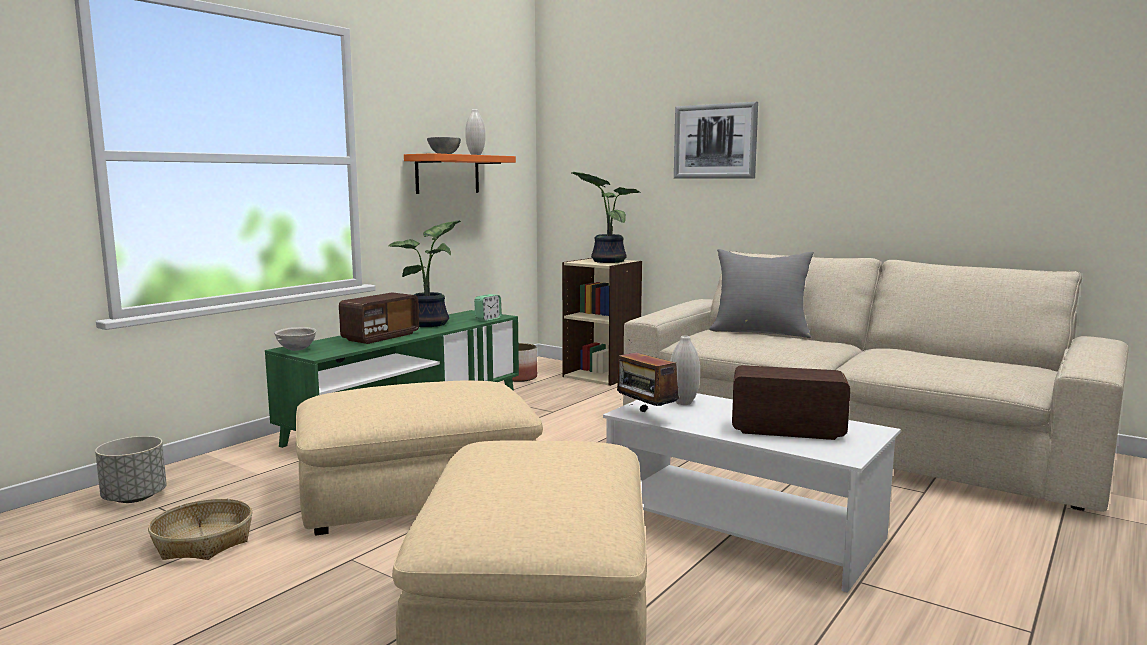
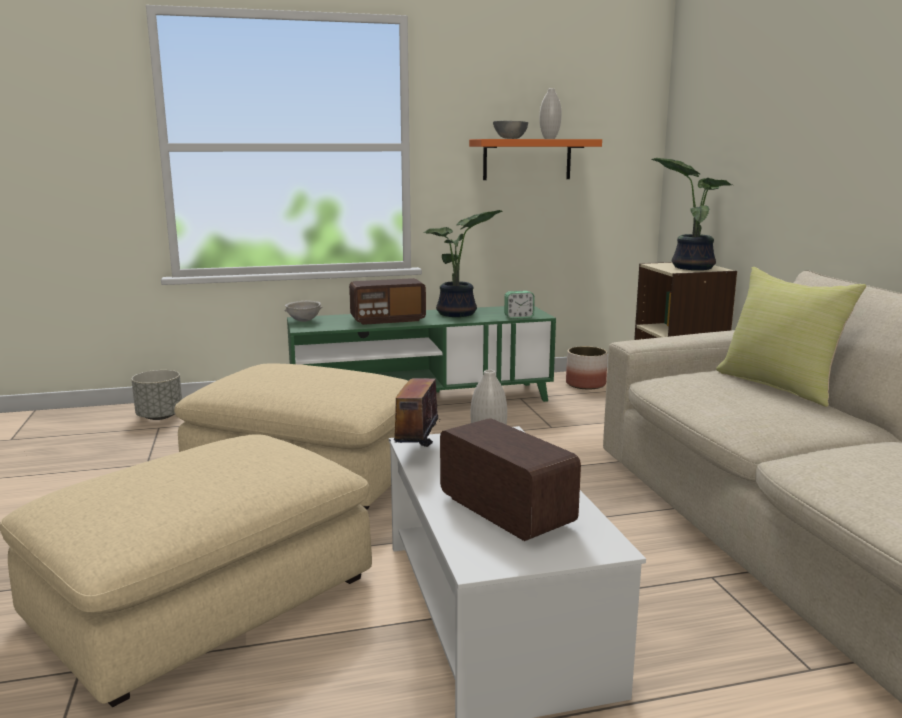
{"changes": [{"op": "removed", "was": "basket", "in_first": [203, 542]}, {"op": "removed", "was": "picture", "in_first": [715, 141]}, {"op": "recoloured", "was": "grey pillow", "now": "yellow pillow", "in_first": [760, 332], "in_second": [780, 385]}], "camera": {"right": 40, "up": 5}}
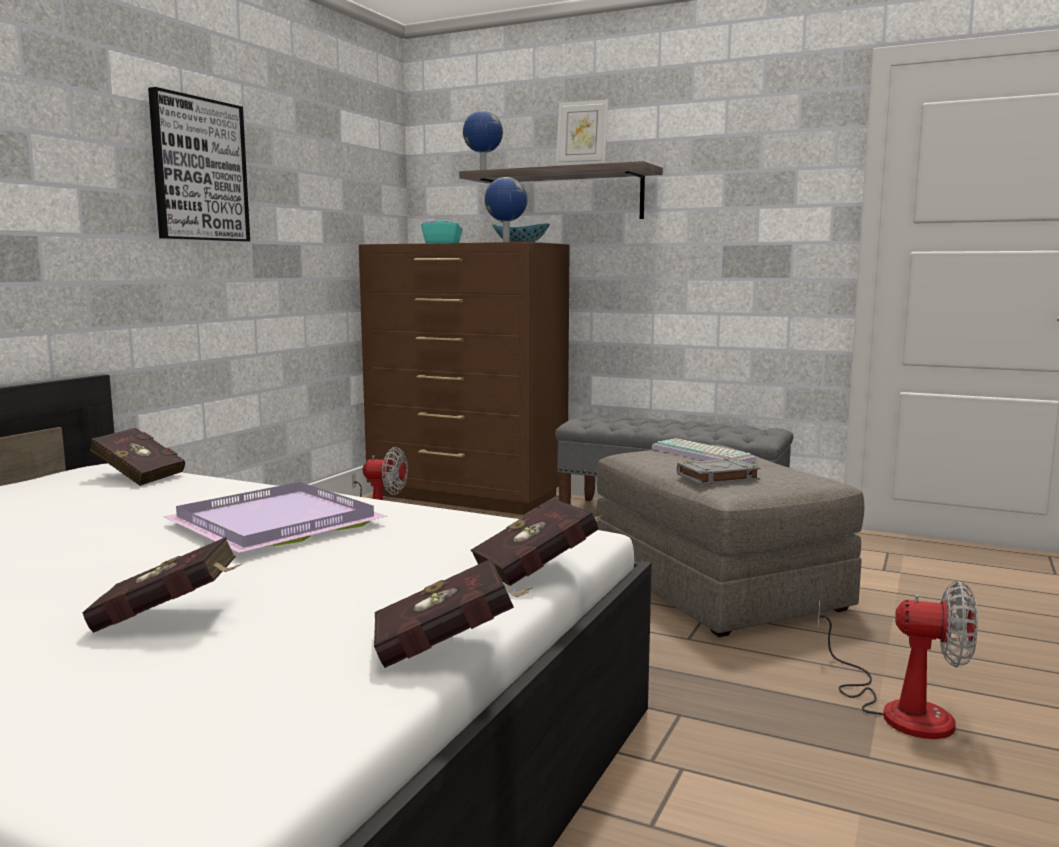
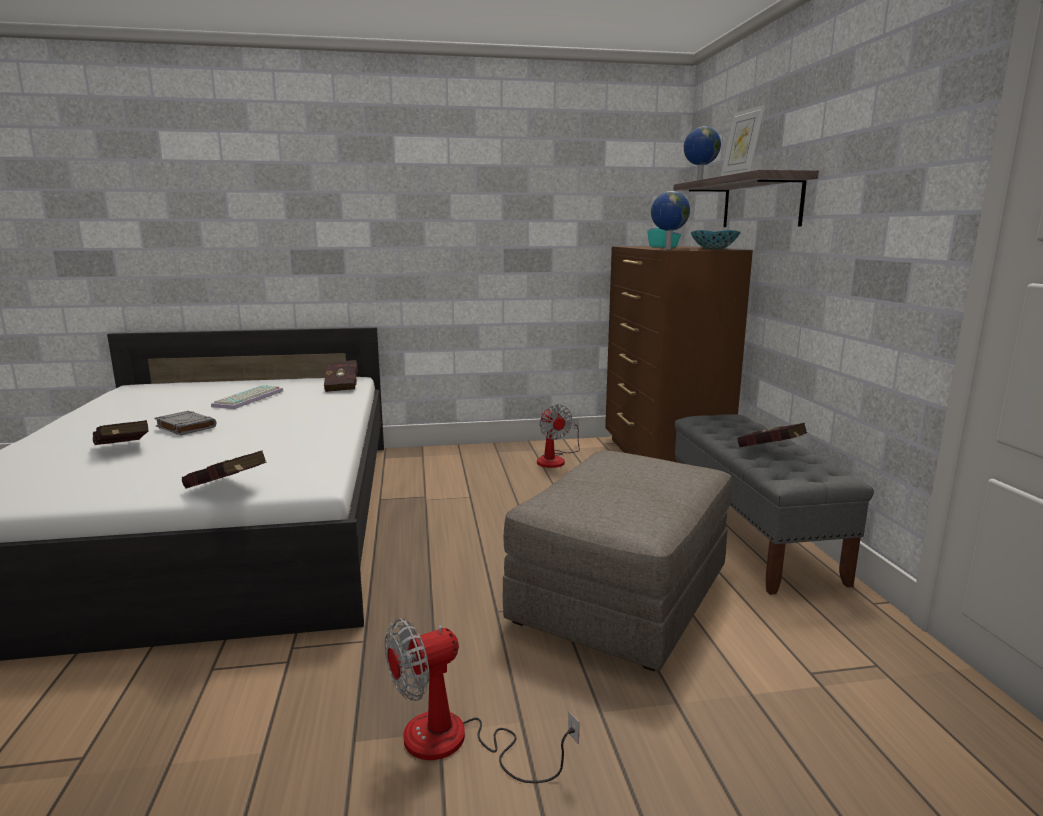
{"changes": [{"op": "removed", "was": "picture", "in_first": [199, 170]}, {"op": "removed", "was": "purple tray", "in_first": [280, 524]}, {"op": "moved", "was": "red book", "in_first": [449, 648], "in_second": [772, 451]}, {"op": "moved", "was": "keyboard", "in_first": [704, 454], "in_second": [249, 399]}, {"op": "moved", "was": "grey book", "in_first": [717, 477], "in_second": [185, 427]}, {"op": "turned", "was": "fan", "in_first": [899, 708], "in_second": [456, 743], "clockwise": 75}], "camera": {"right": 55, "up": 5}}
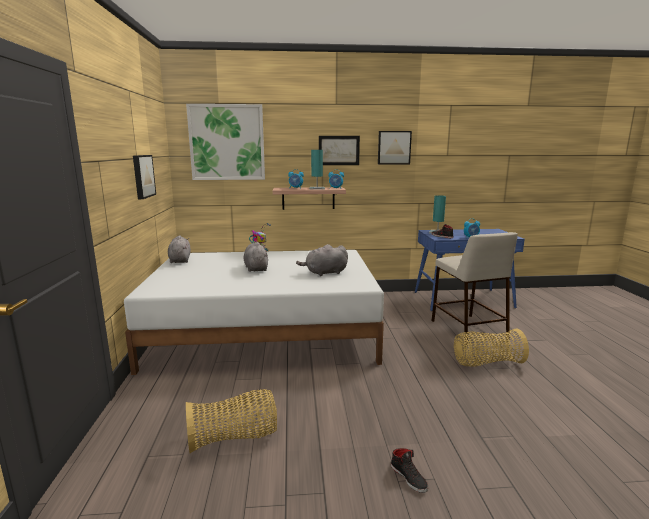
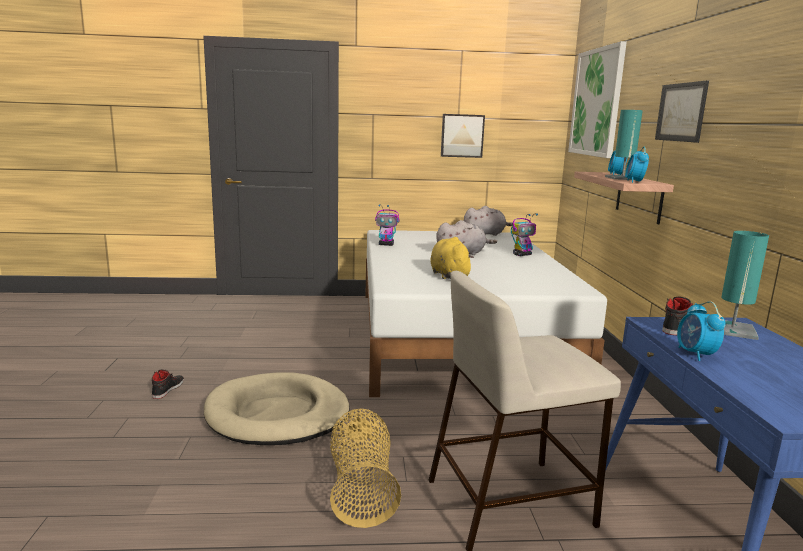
{"changes": [{"op": "removed", "was": "basket", "in_first": [234, 438]}, {"op": "recoloured", "was": "grey plush toy", "now": "yellow plush toy", "in_first": [324, 273], "in_second": [449, 275]}, {"op": "removed", "was": "picture", "in_first": [394, 147]}, {"op": "turned", "was": "black shoe", "in_first": [409, 477], "in_second": [168, 389], "clockwise": 135}, {"op": "added", "now": "beige dog bed", "in_second": [277, 414]}, {"op": "added", "now": "toy robot", "in_second": [386, 244]}], "camera": {"right": 90, "up": 0}}
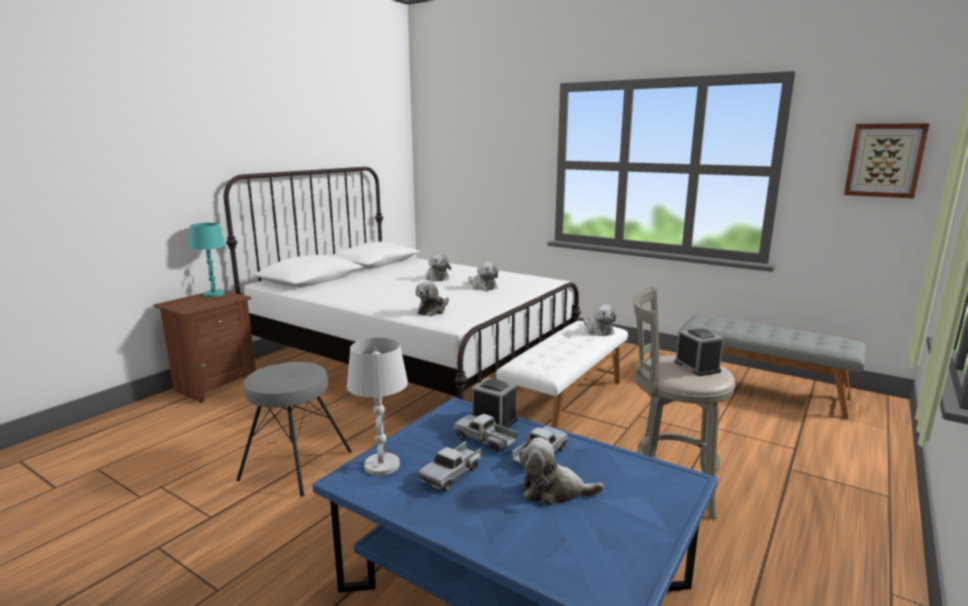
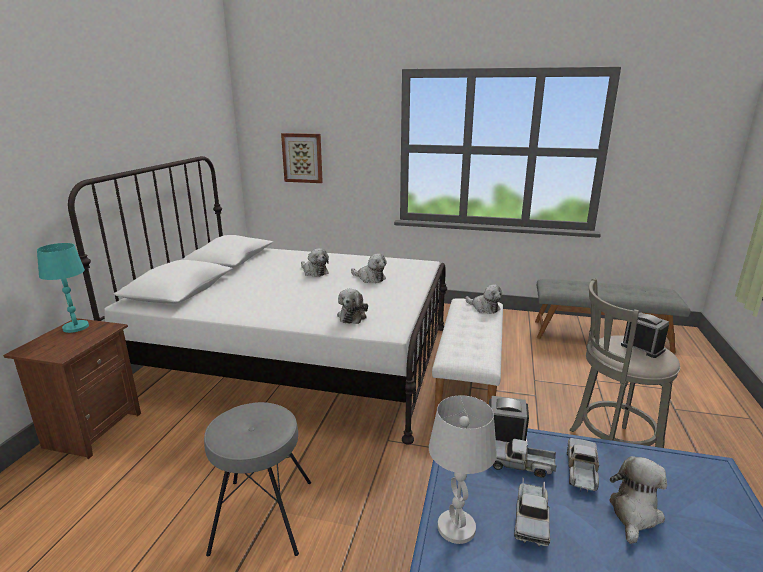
{"changes": [{"op": "turned", "was": "plush toy", "in_first": [554, 491], "in_second": [634, 513], "clockwise": 135}, {"op": "moved", "was": "picture", "in_first": [884, 160], "in_second": [302, 158]}], "camera": {"right": -20, "up": 5}}
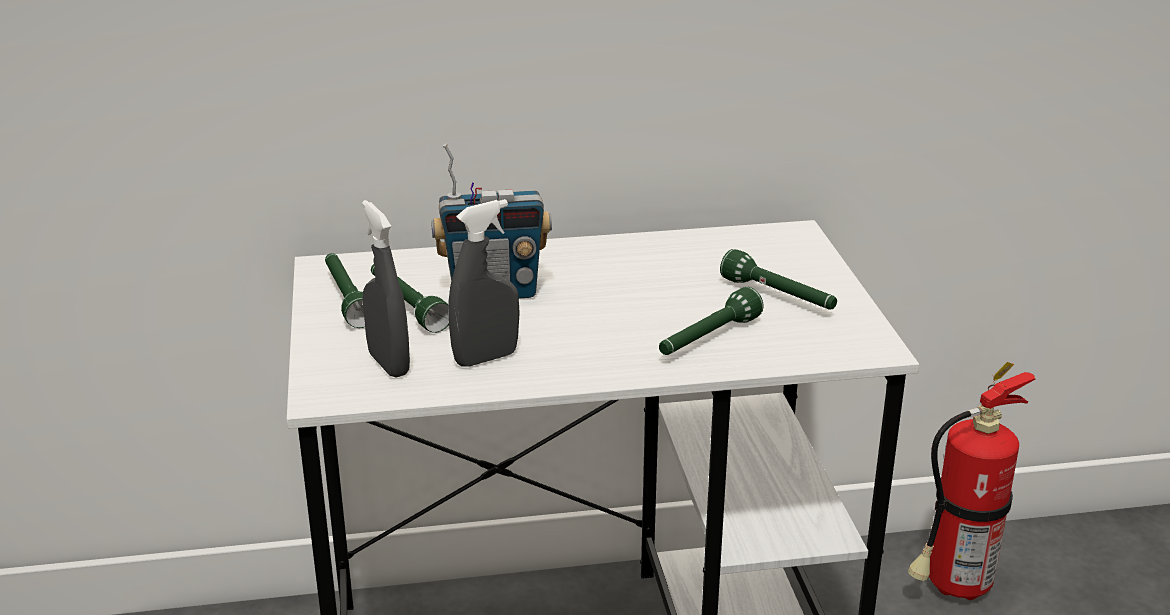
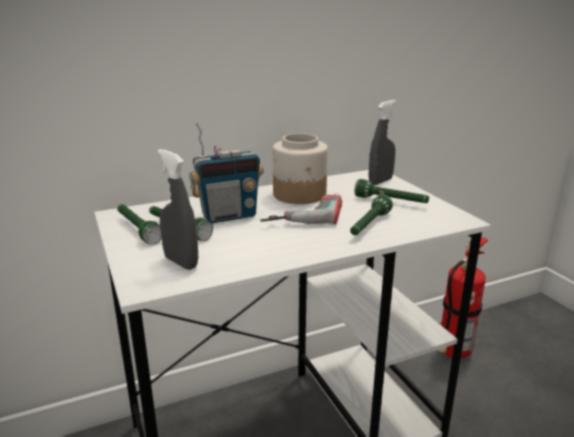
{"changes": [{"op": "moved", "was": "grey spray bottle", "in_first": [486, 358], "in_second": [380, 181]}, {"op": "added", "now": "power drill", "in_second": [304, 214]}, {"op": "added", "now": "jar", "in_second": [300, 194]}], "camera": {"right": -15, "up": -5}}
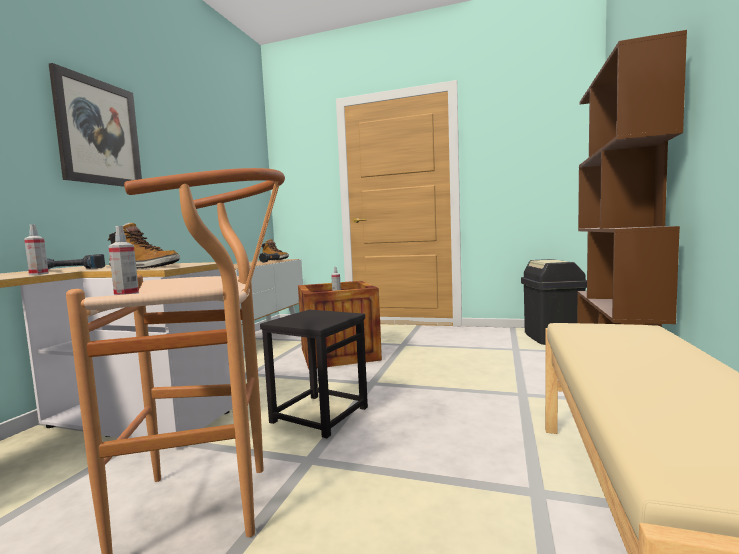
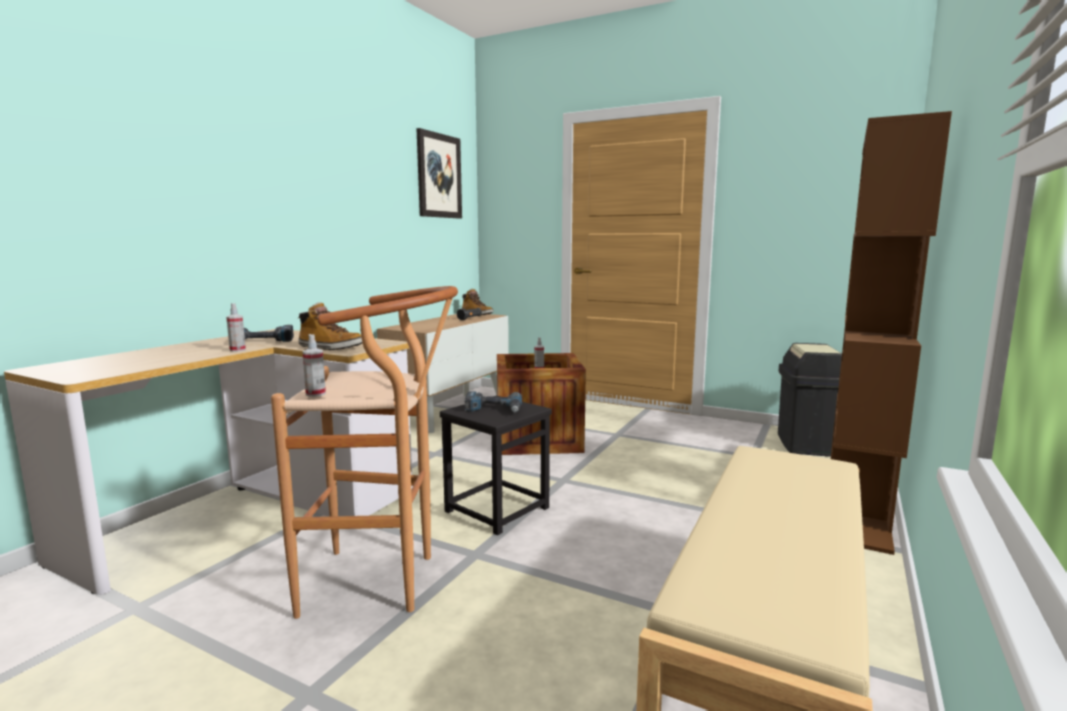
{"changes": [{"op": "moved", "was": "picture", "in_first": [99, 132], "in_second": [439, 176]}, {"op": "added", "now": "power drill", "in_second": [493, 409]}], "camera": {"right": 10, "up": 5}}
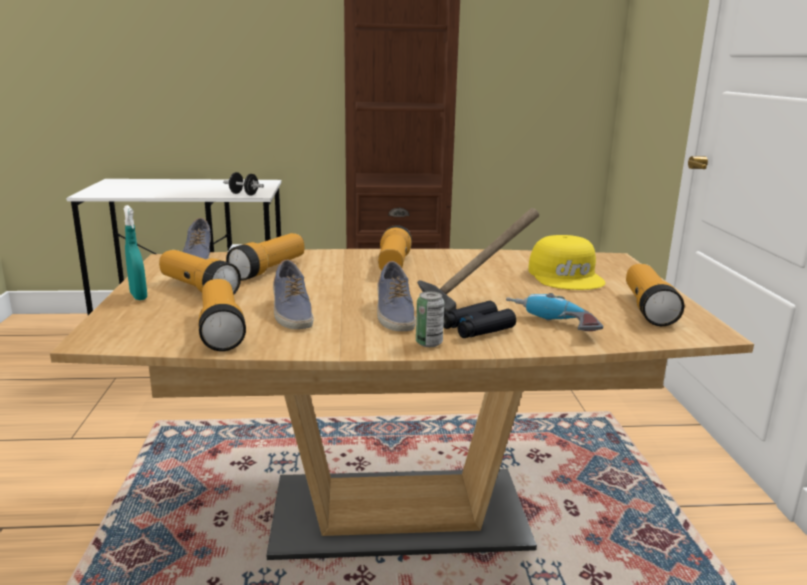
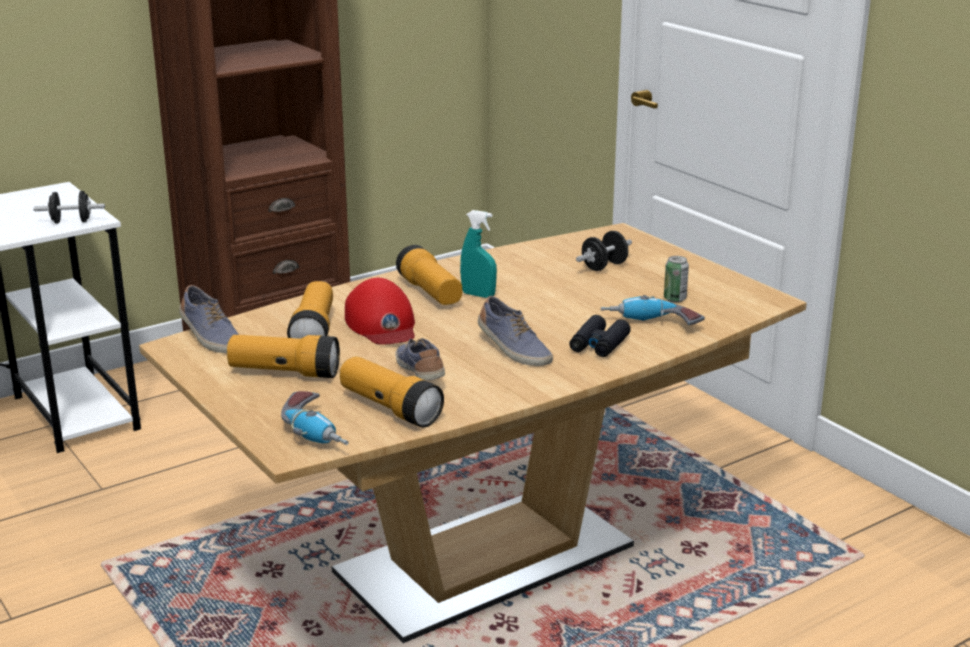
{"changes": [{"op": "moved", "was": "turquoise spray bottle", "in_first": [138, 296], "in_second": [478, 295]}, {"op": "turned", "was": "shoe", "in_first": [291, 312], "in_second": [421, 373], "clockwise": -150}, {"op": "moved", "was": "can", "in_first": [429, 343], "in_second": [674, 299]}, {"op": "removed", "was": "hammer", "in_first": [475, 301]}, {"op": "replaced", "was": "yellow cap", "now": "black dumbbell", "in_first": [566, 276], "in_second": [604, 266]}, {"op": "removed", "was": "flashlight", "in_first": [648, 309]}, {"op": "added", "now": "power drill", "in_second": [318, 432]}, {"op": "added", "now": "red cap", "in_second": [382, 324]}], "camera": {"right": -30, "up": 5}}
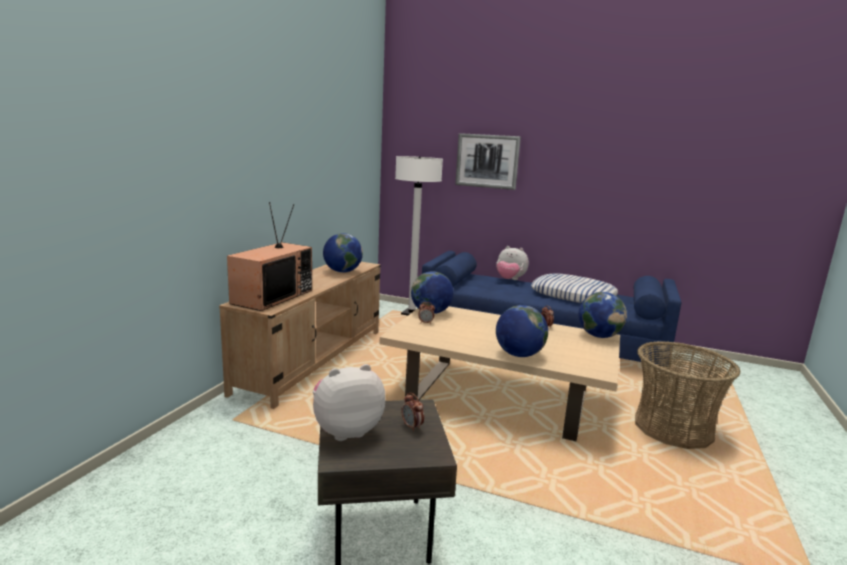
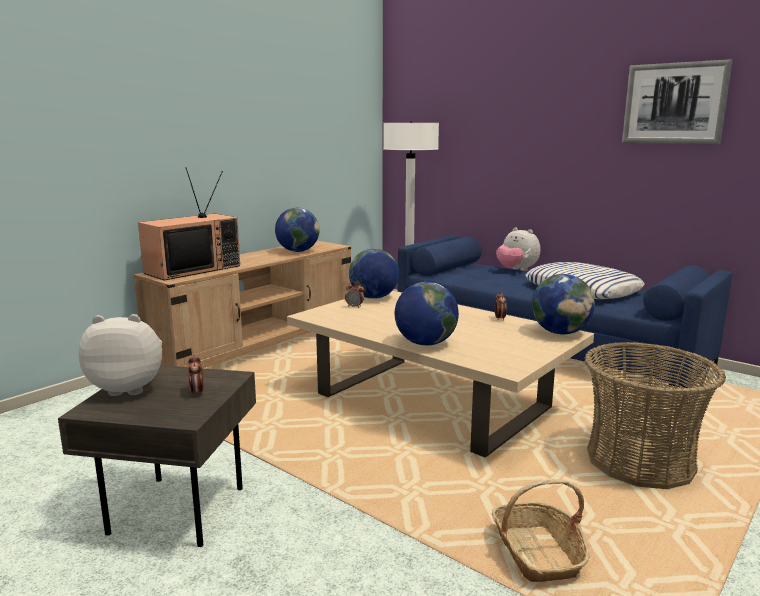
{"changes": [{"op": "moved", "was": "picture", "in_first": [487, 161], "in_second": [674, 103]}, {"op": "added", "now": "basket", "in_second": [537, 554]}], "camera": {"right": 20, "up": 0}}
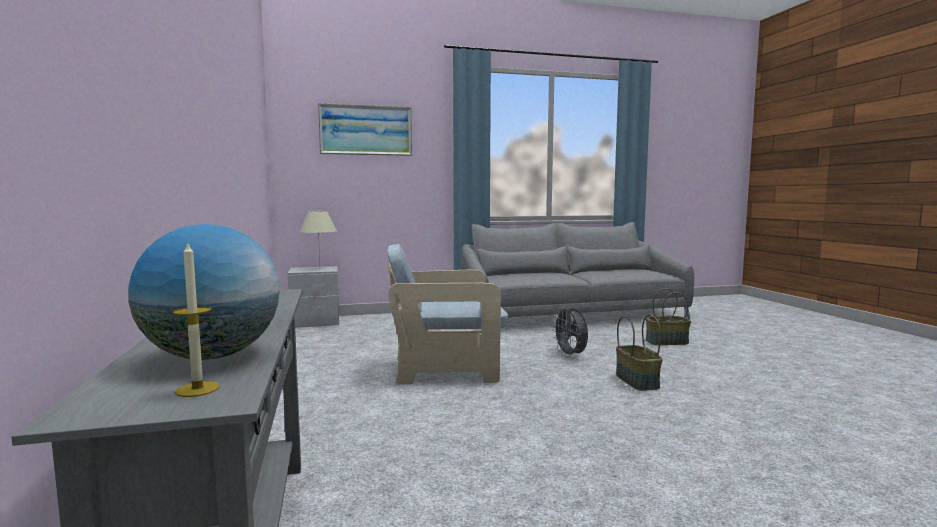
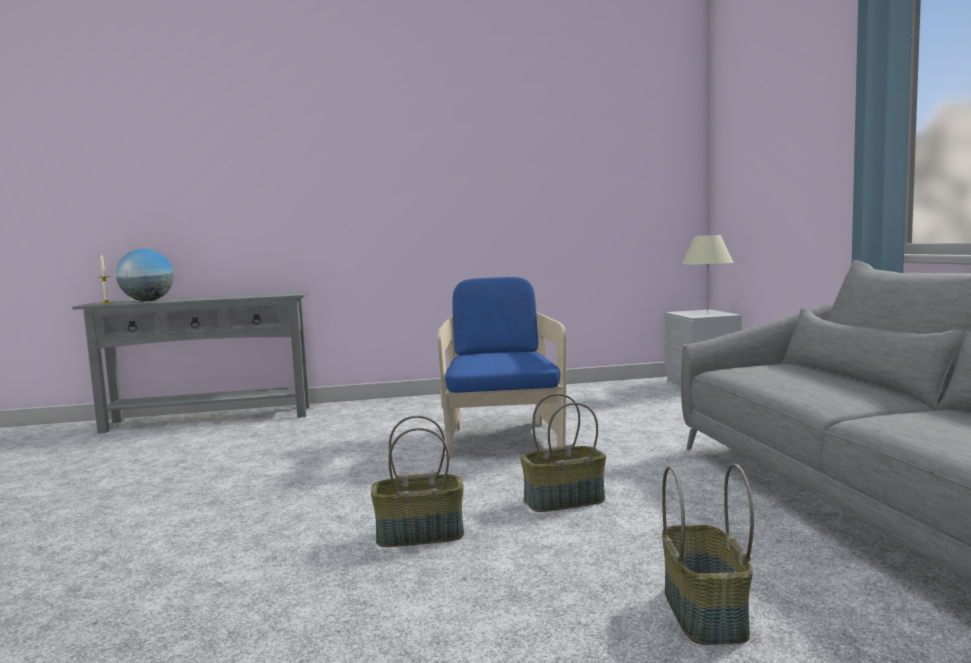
{"changes": [{"op": "removed", "was": "picture", "in_first": [366, 130]}, {"op": "recoloured", "was": "beige armchair", "now": "blue armchair", "in_first": [446, 369], "in_second": [502, 439]}, {"op": "replaced", "was": "grey fan", "now": "basket", "in_first": [570, 356], "in_second": [564, 501]}], "camera": {"right": 95, "up": 0}}
